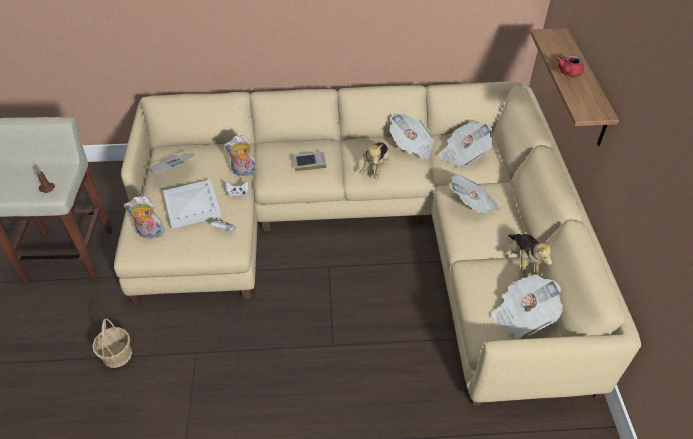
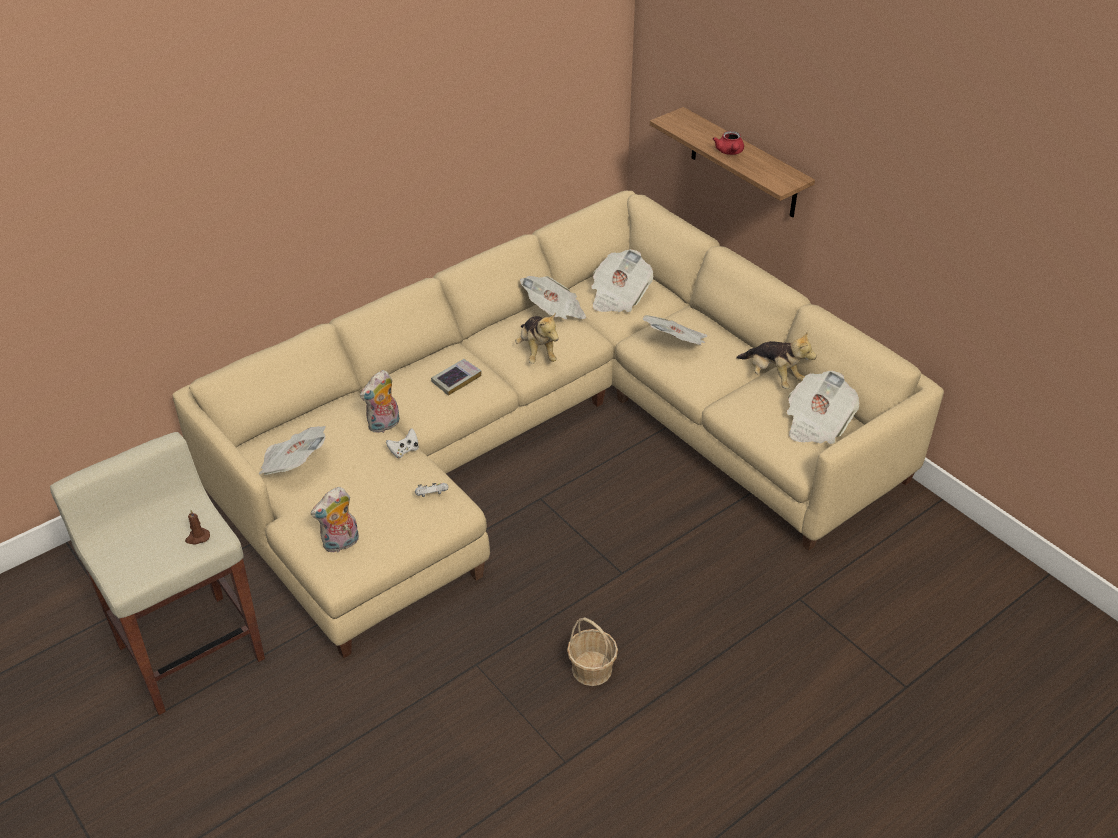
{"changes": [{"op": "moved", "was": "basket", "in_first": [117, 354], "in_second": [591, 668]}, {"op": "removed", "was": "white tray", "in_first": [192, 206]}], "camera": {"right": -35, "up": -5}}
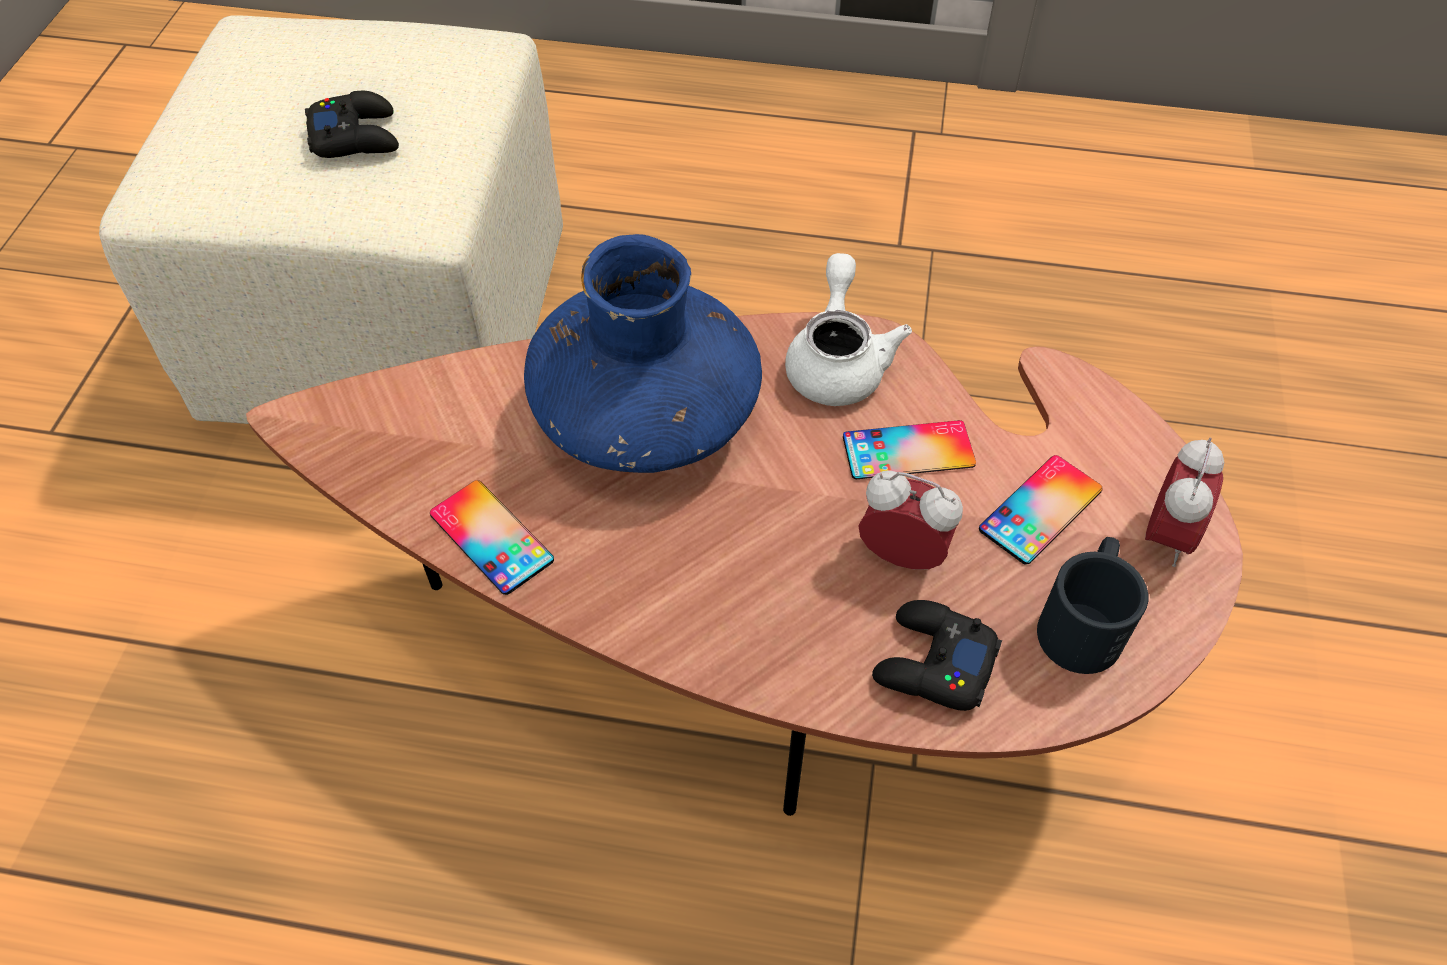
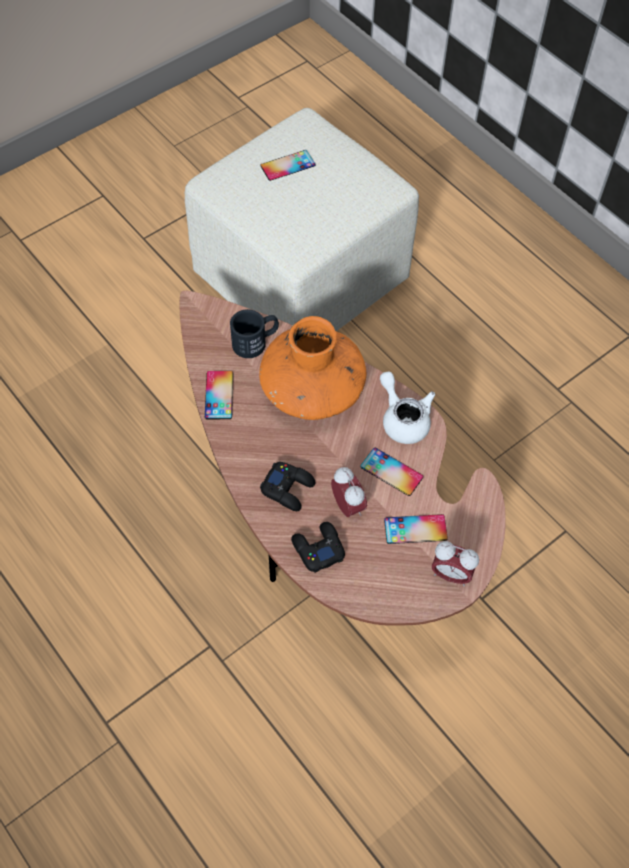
{"changes": [{"op": "moved", "was": "black game controller", "in_first": [356, 136], "in_second": [288, 488]}, {"op": "recoloured", "was": "blue vase", "now": "orange vase", "in_first": [646, 414], "in_second": [312, 388]}, {"op": "turned", "was": "white teapot", "in_first": [837, 361], "in_second": [403, 419], "clockwise": -75}, {"op": "moved", "was": "black mug", "in_first": [1083, 620], "in_second": [256, 342]}, {"op": "turned", "was": "alarm clock", "in_first": [1166, 536], "in_second": [451, 574], "clockwise": 45}, {"op": "added", "now": "phone", "in_second": [287, 165]}], "camera": {"right": 40, "up": 5}}
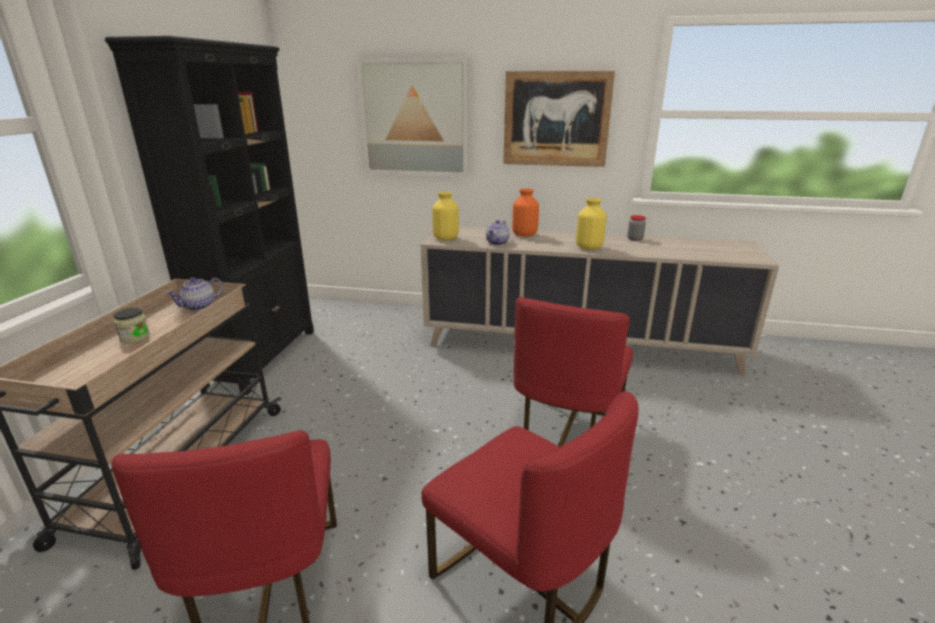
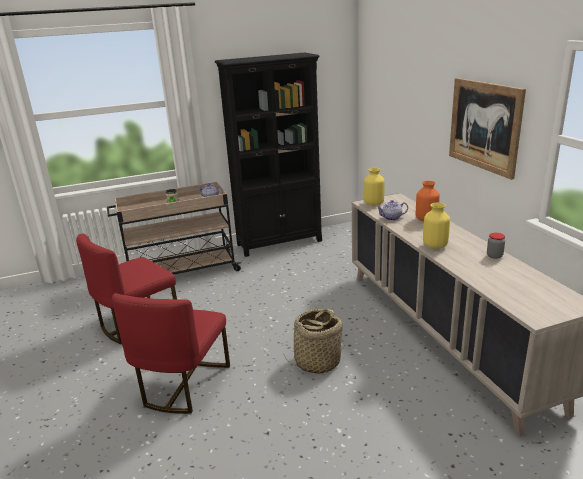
{"changes": [{"op": "removed", "was": "picture", "in_first": [414, 118]}, {"op": "replaced", "was": "red chair", "now": "basket", "in_first": [566, 431], "in_second": [317, 361]}], "camera": {"right": 60, "up": 0}}
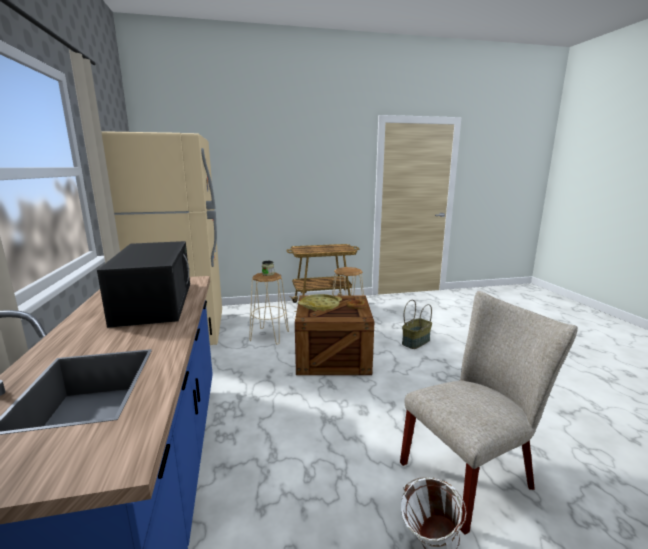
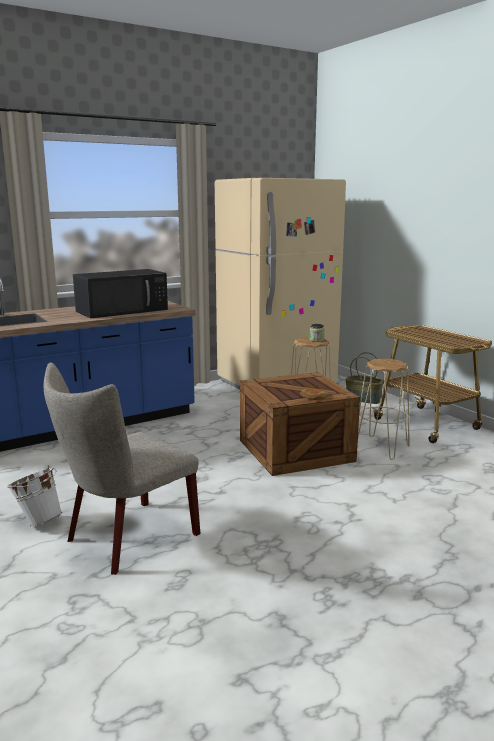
{"changes": [{"op": "removed", "was": "yellow tray", "in_first": [320, 306]}, {"op": "turned", "was": "beige chair", "in_first": [472, 473], "in_second": [125, 539], "clockwise": 90}, {"op": "moved", "was": "basket", "in_first": [415, 342], "in_second": [363, 399]}], "camera": {"right": 70, "up": 0}}
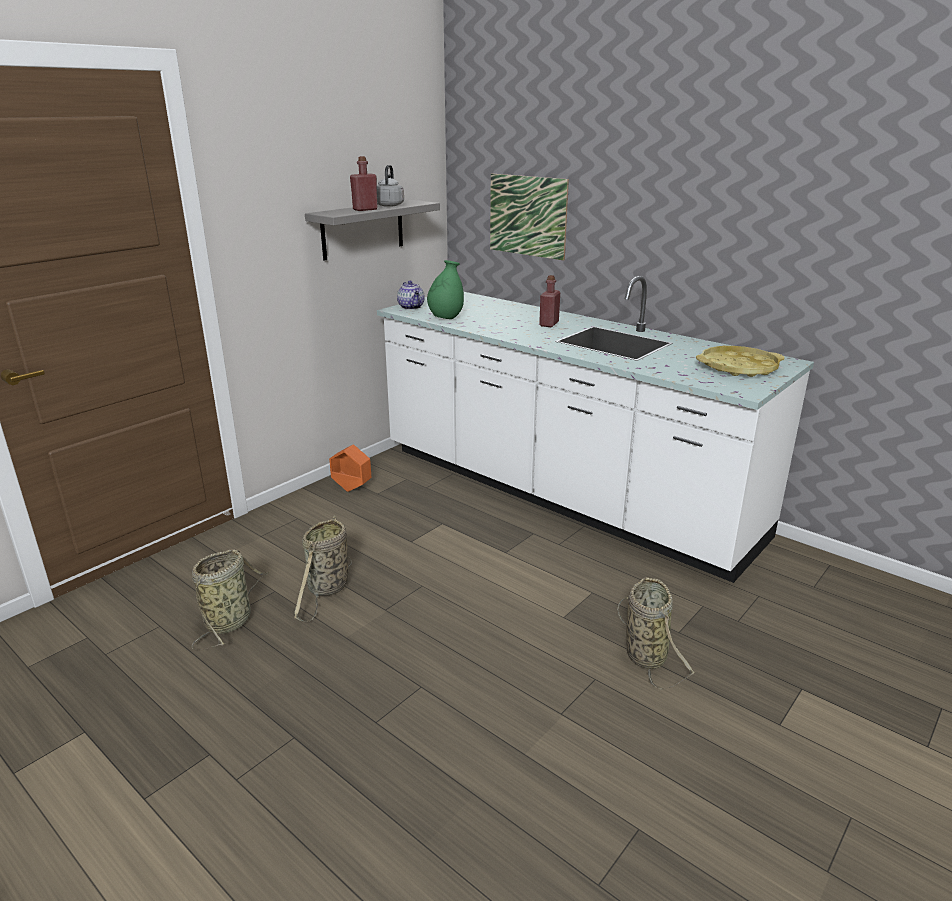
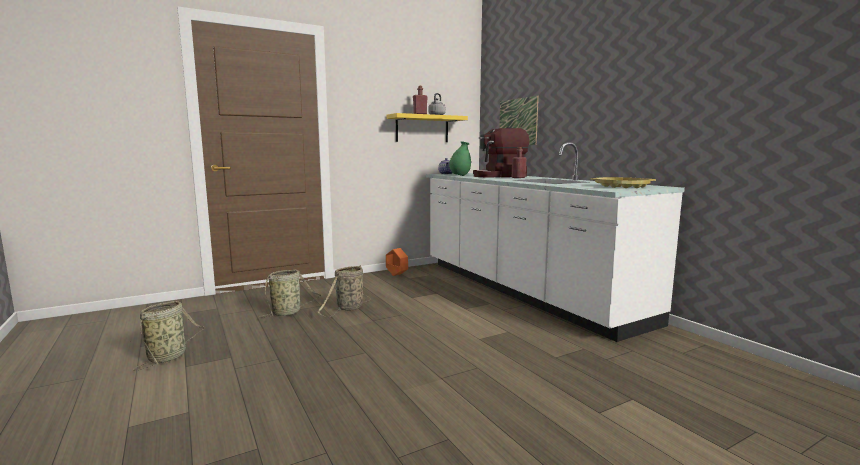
{"changes": [{"op": "recoloured", "was": "grey shelf", "now": "yellow shelf", "in_first": [363, 229], "in_second": [422, 129]}, {"op": "moved", "was": "basket", "in_first": [644, 653], "in_second": [169, 356]}, {"op": "added", "now": "coffee machine", "in_second": [499, 176]}], "camera": {"right": 20, "up": -15}}
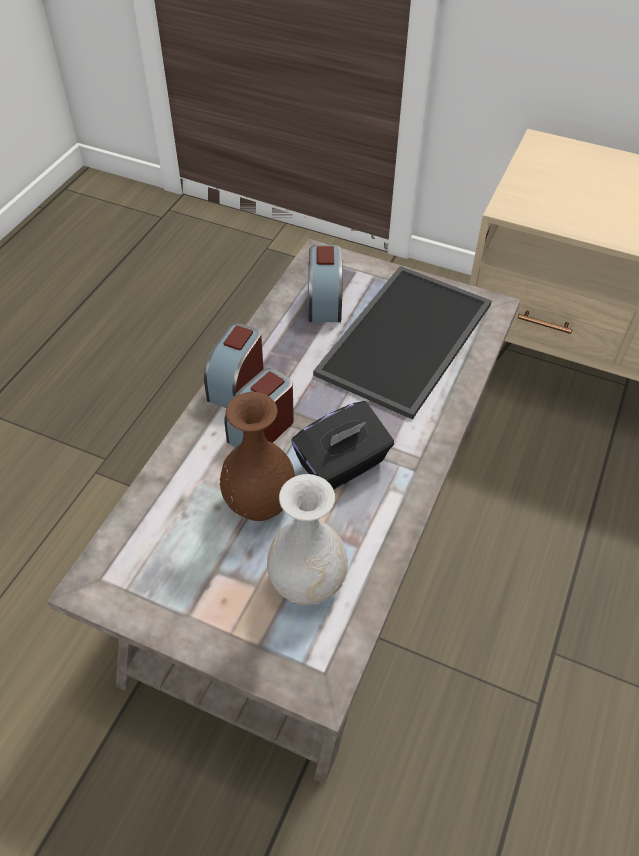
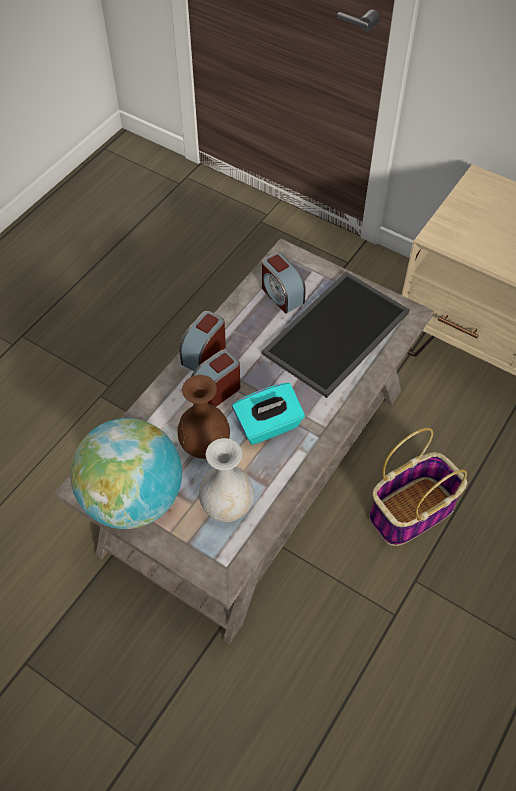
{"changes": [{"op": "recoloured", "was": "black tissue box", "now": "turquoise tissue box", "in_first": [342, 465], "in_second": [268, 426]}, {"op": "turned", "was": "alarm clock", "in_first": [324, 302], "in_second": [281, 295], "clockwise": -45}, {"op": "added", "now": "globe", "in_second": [133, 498]}, {"op": "added", "now": "basket", "in_second": [412, 510]}], "camera": {"right": 10, "up": 5}}
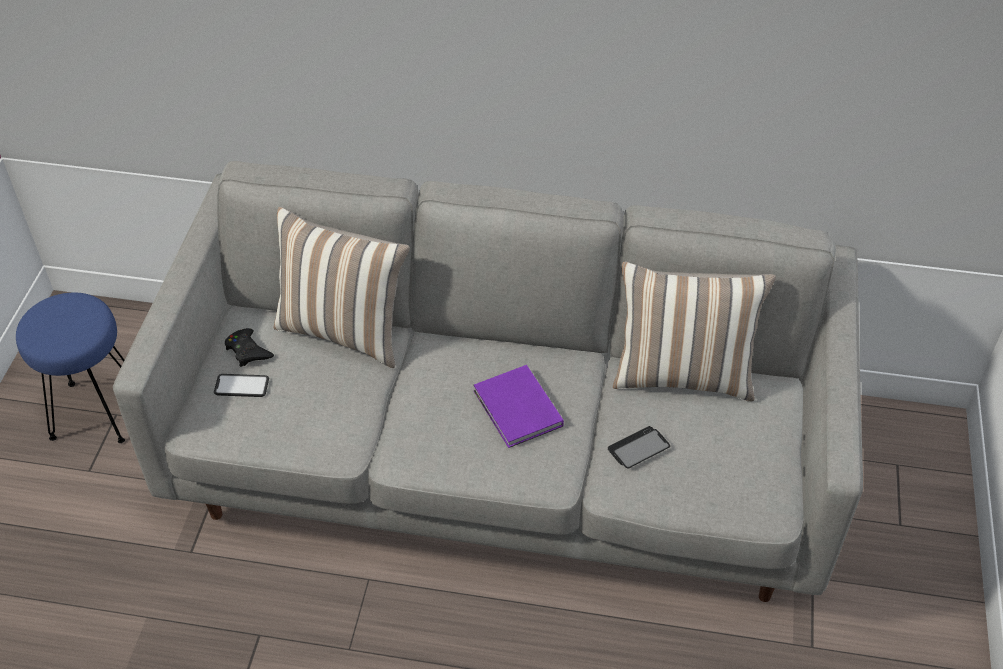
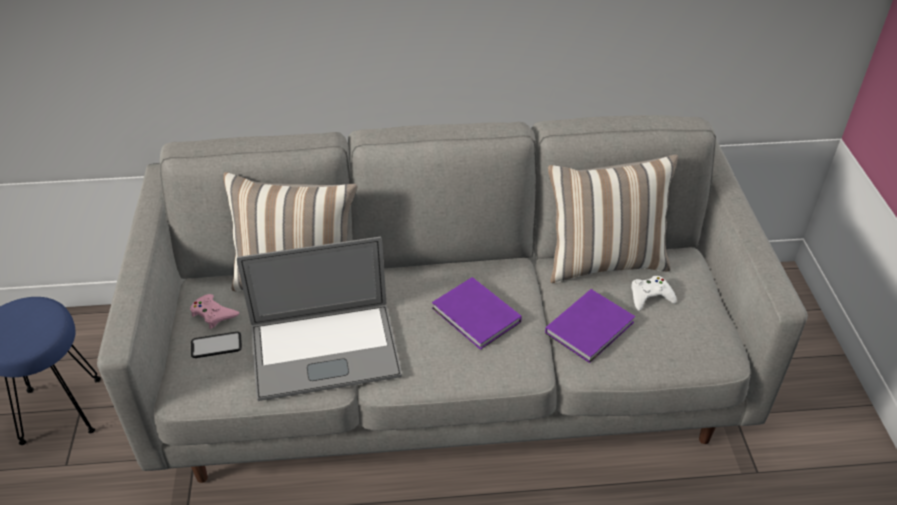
{"changes": [{"op": "recoloured", "was": "black game controller", "now": "pink game controller", "in_first": [248, 351], "in_second": [213, 314]}, {"op": "replaced", "was": "phone", "now": "purple book", "in_first": [638, 448], "in_second": [592, 327]}, {"op": "added", "now": "laptop", "in_second": [325, 351]}, {"op": "added", "now": "white game controller", "in_second": [650, 296]}], "camera": {"right": -15, "up": -5}}
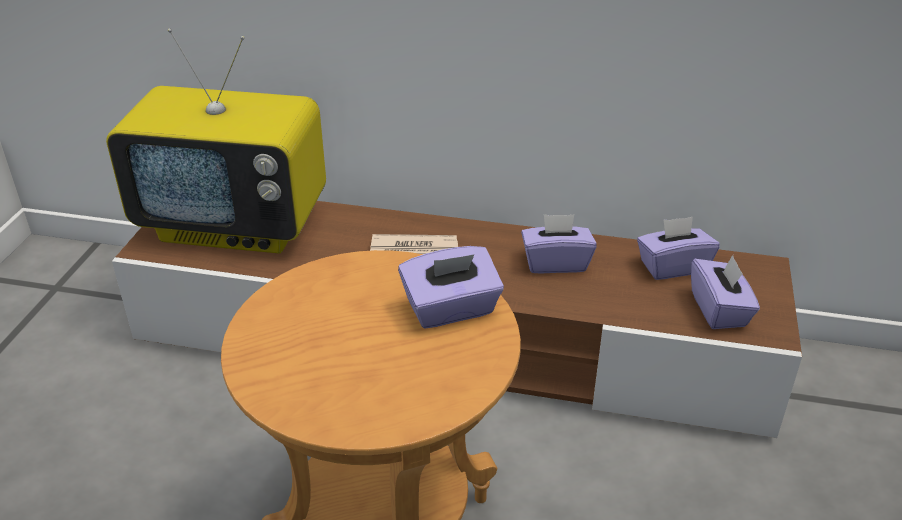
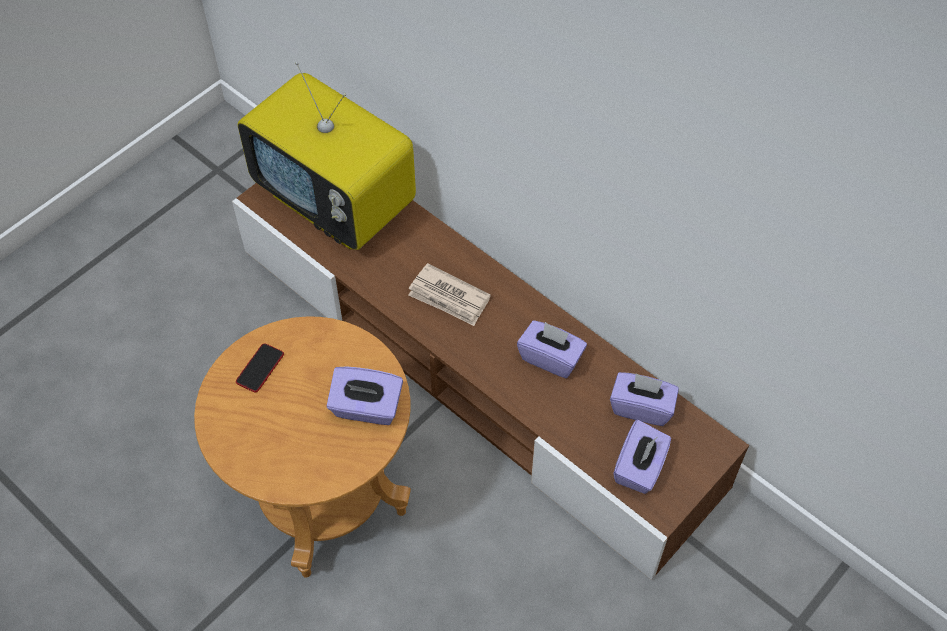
{"changes": [{"op": "added", "now": "phone", "in_second": [260, 368]}], "camera": {"right": 30, "up": 20}}
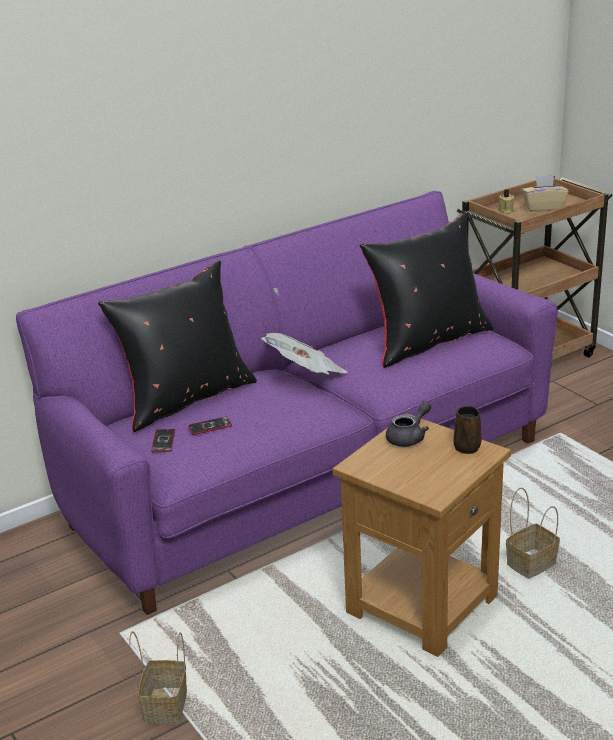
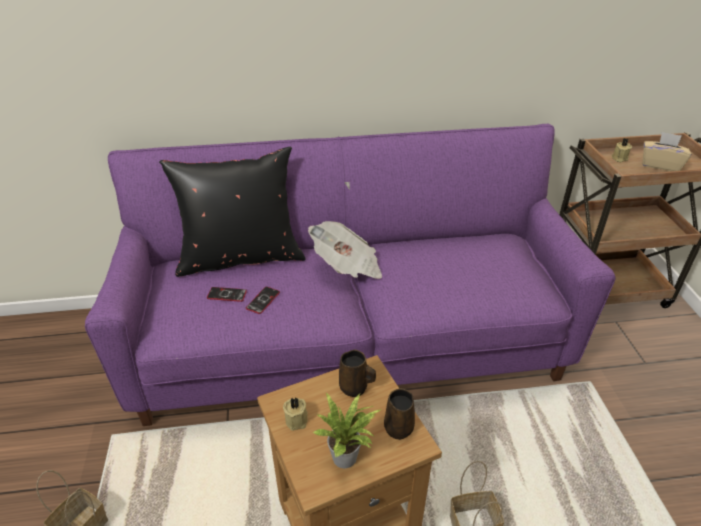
{"changes": [{"op": "moved", "was": "phone", "in_first": [163, 441], "in_second": [263, 300]}, {"op": "removed", "was": "black pillow", "in_first": [427, 341]}, {"op": "replaced", "was": "grey teapot", "now": "brown mug", "in_first": [409, 437], "in_second": [355, 388]}, {"op": "added", "now": "beige candle", "in_second": [297, 419]}, {"op": "added", "now": "potted plant", "in_second": [348, 457]}], "camera": {"right": 25, "up": 10}}
